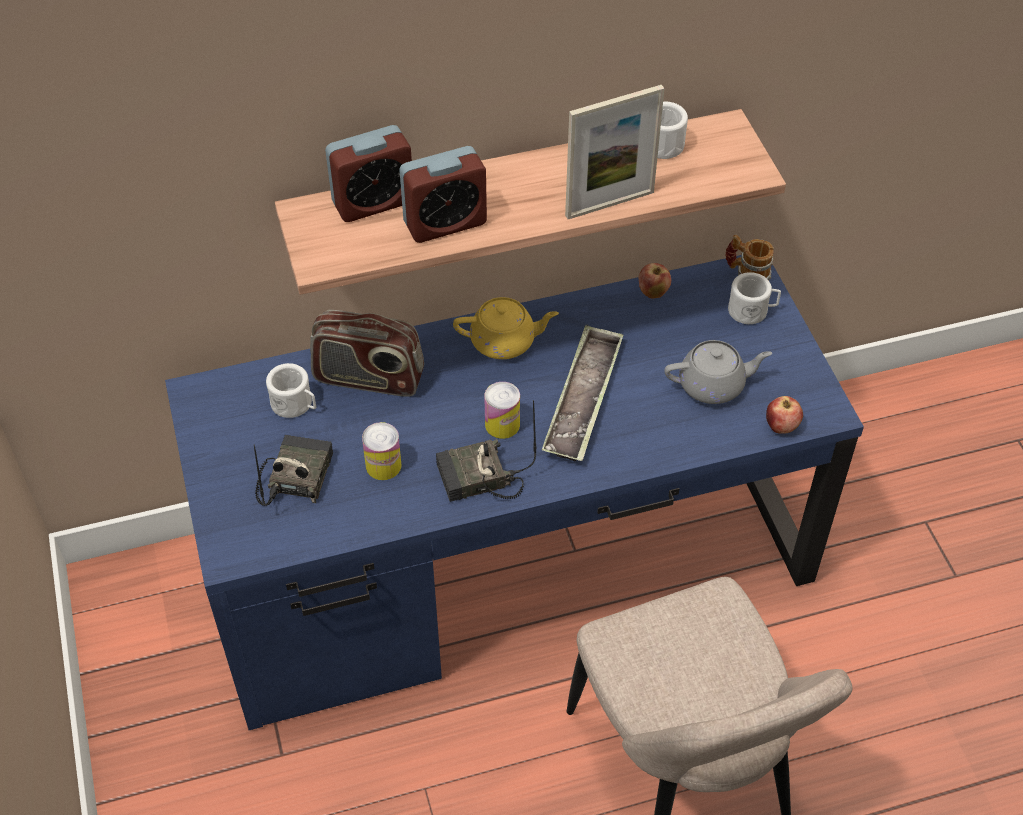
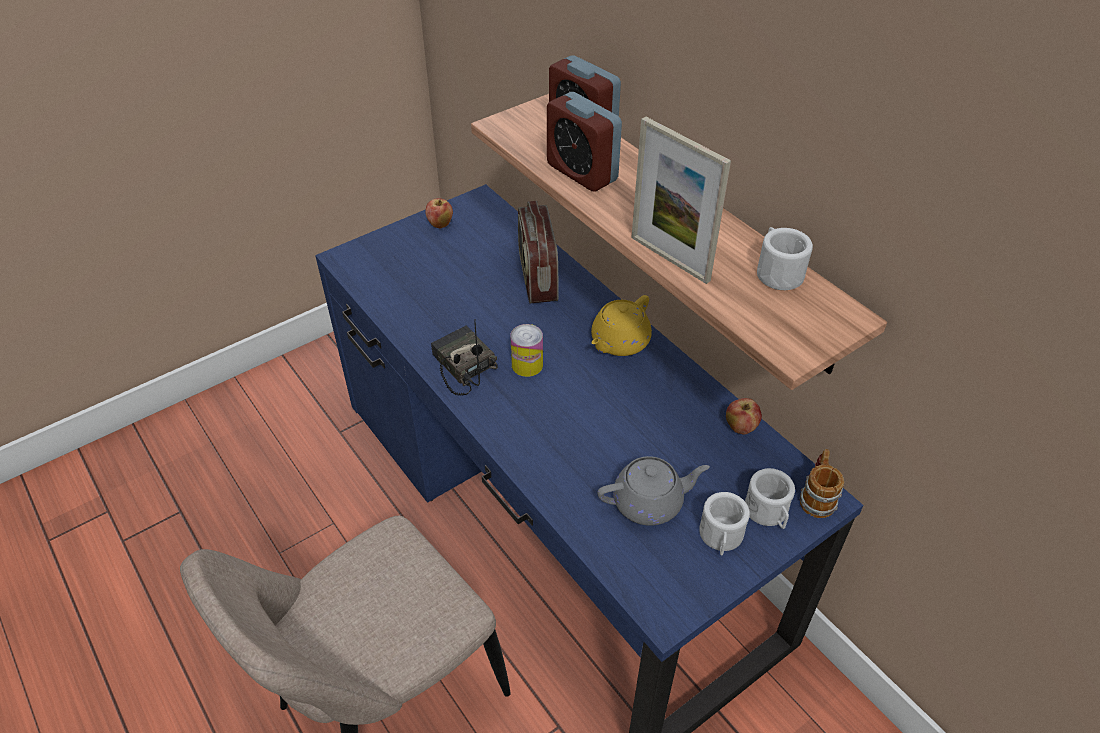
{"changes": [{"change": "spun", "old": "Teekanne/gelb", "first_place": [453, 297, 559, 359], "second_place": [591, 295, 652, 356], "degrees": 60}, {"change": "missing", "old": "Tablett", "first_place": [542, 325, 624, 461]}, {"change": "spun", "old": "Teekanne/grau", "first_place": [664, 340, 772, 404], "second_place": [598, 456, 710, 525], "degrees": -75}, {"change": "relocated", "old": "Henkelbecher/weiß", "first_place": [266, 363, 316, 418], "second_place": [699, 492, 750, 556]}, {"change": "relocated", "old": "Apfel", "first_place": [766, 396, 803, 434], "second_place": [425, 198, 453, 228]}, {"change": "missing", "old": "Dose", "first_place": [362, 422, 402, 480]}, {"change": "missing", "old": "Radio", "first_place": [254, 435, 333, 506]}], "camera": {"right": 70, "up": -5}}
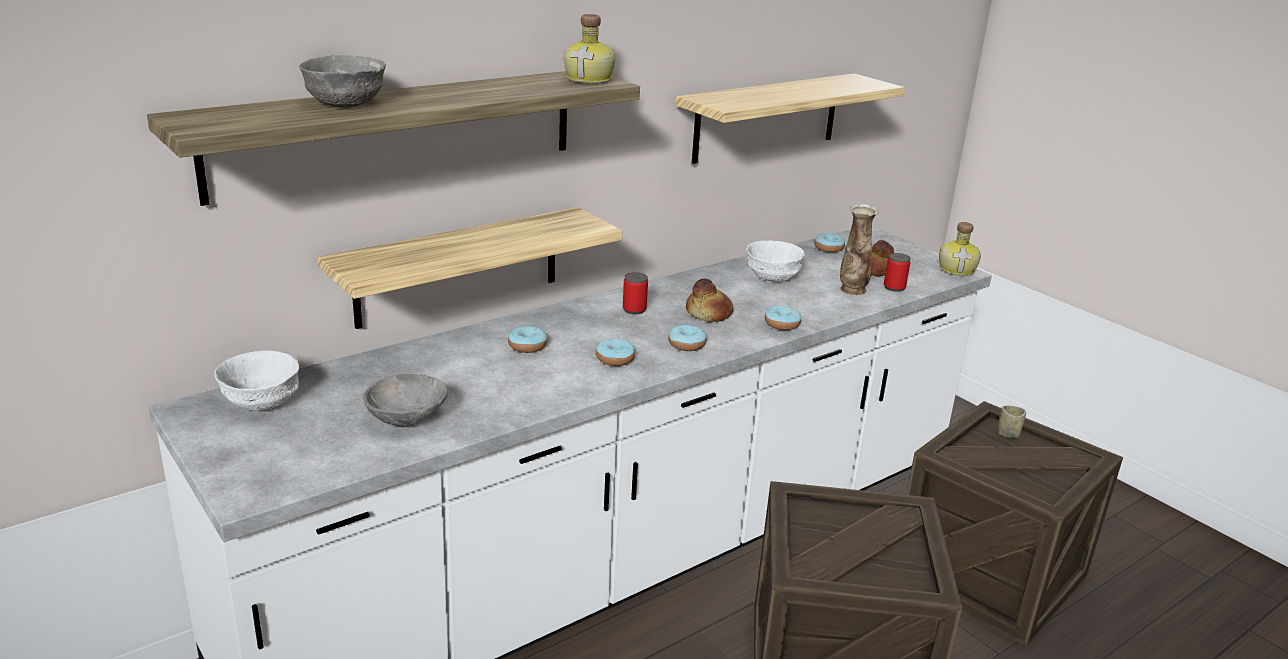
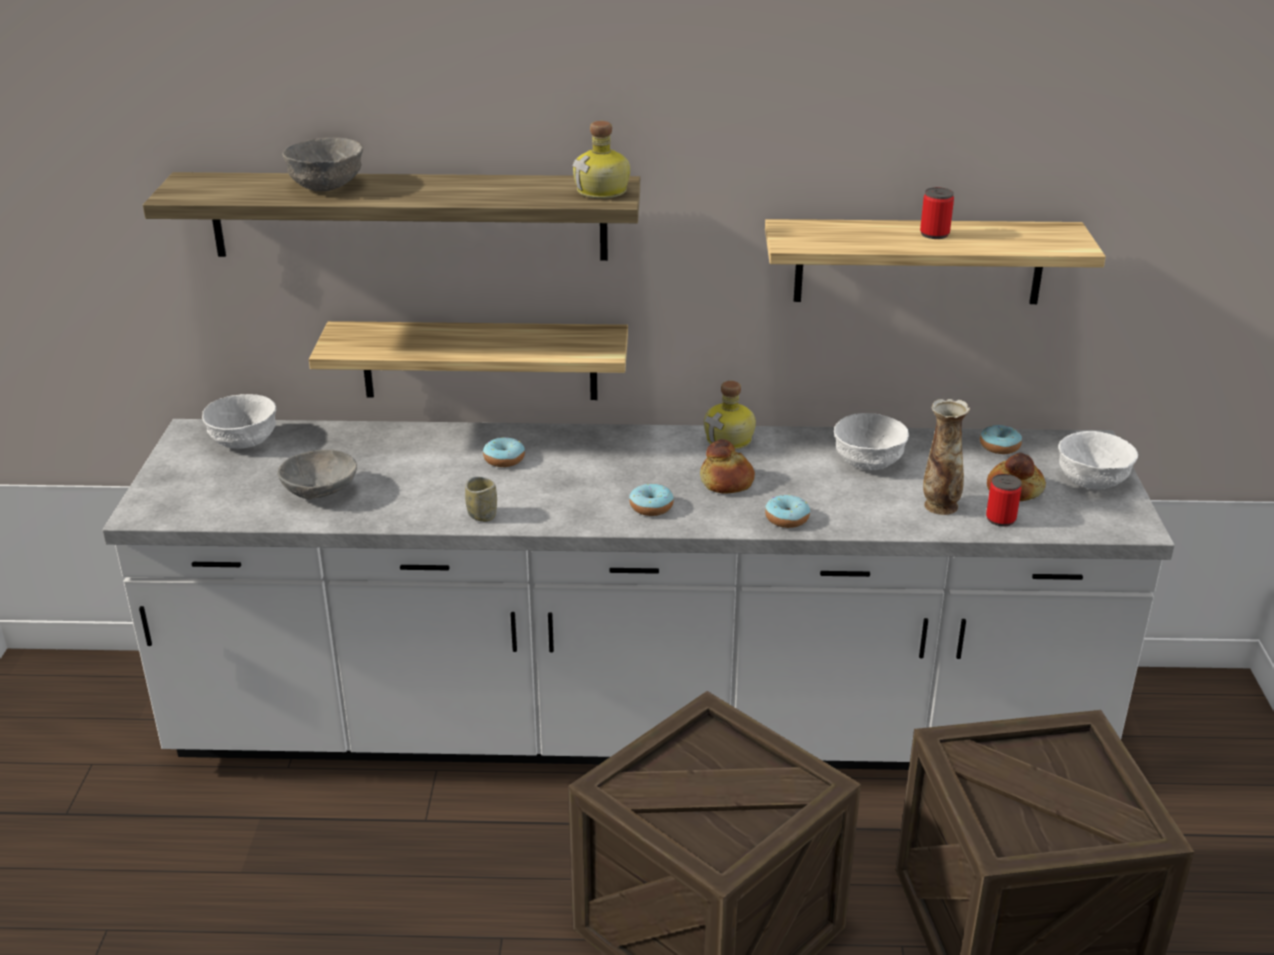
{"changes": [{"change": "relocated", "old": "Flasche", "first_place": [939, 222, 981, 276], "second_place": [704, 381, 756, 450]}, {"change": "relocated", "old": "Dose", "first_place": [623, 272, 648, 314], "second_place": [920, 187, 954, 239]}, {"change": "missing", "old": "Donut", "first_place": [596, 338, 635, 366]}, {"change": "relocated", "old": "Tasse", "first_place": [997, 406, 1026, 438], "second_place": [465, 476, 497, 522]}, {"change": "appeared", "new": "Schüssel/weiß", "second_place": [1058, 431, 1138, 490]}], "camera": {"right": 40, "up": 5}}
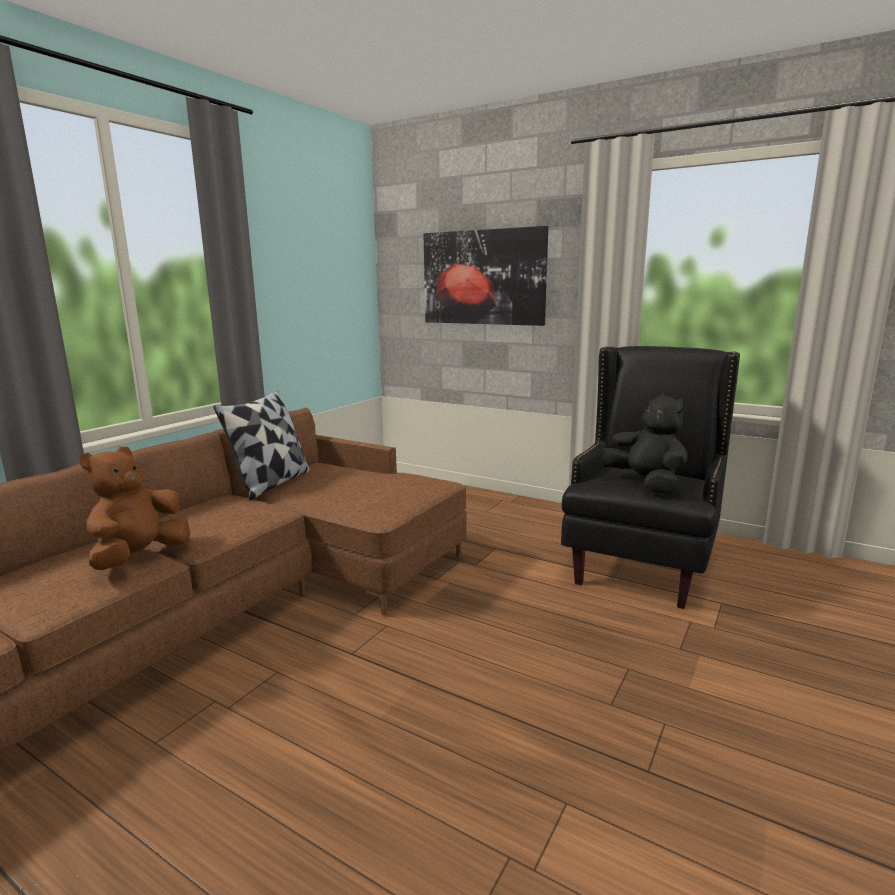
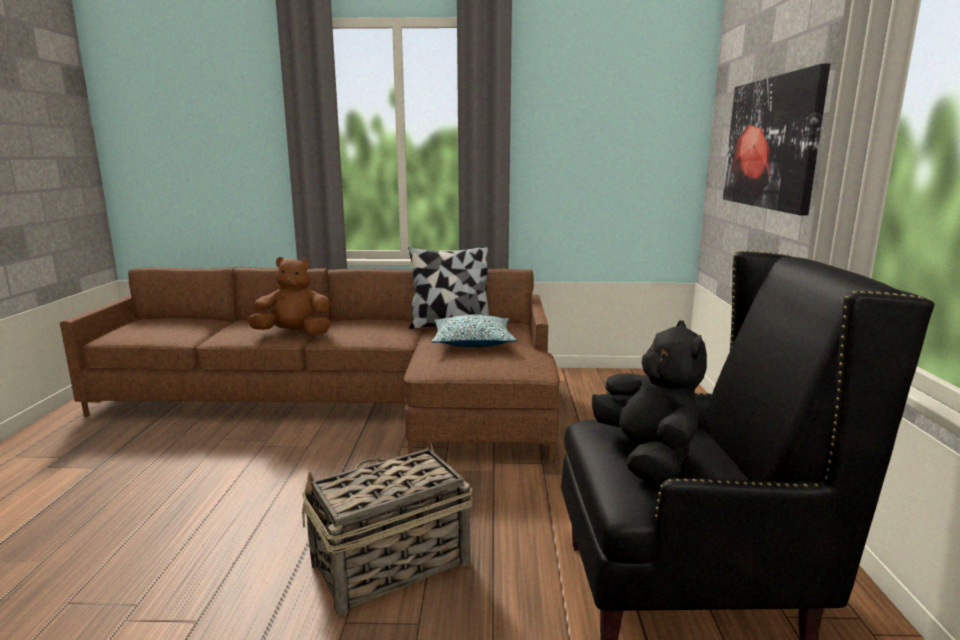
{"changes": [{"change": "spun", "old": "Plüschtier/schwarz", "first_place": [603, 392, 688, 494], "second_place": [592, 320, 707, 484], "degrees": -45}, {"change": "appeared", "new": "Kissen", "second_place": [432, 315, 517, 347]}, {"change": "appeared", "new": "Korb", "second_place": [302, 440, 473, 615]}], "camera": {"right": 60, "up": 0}}
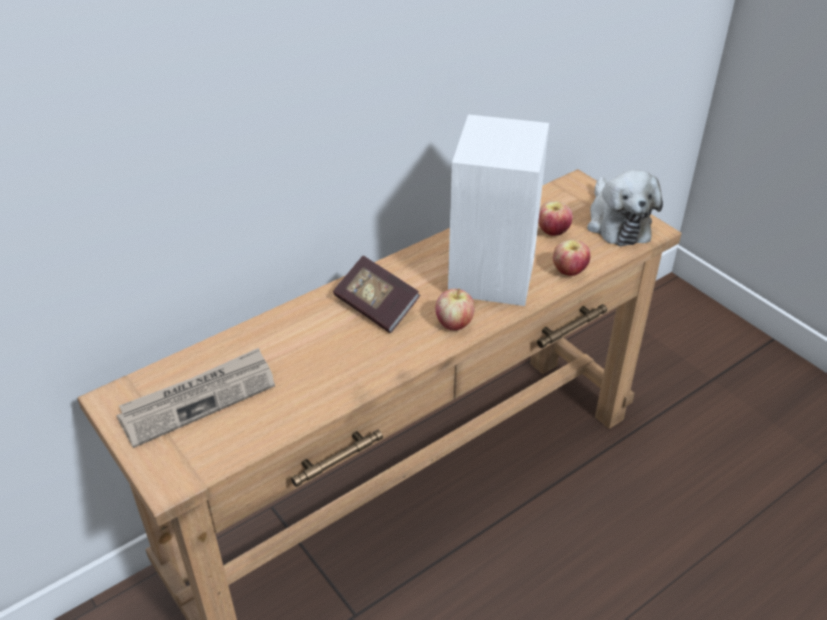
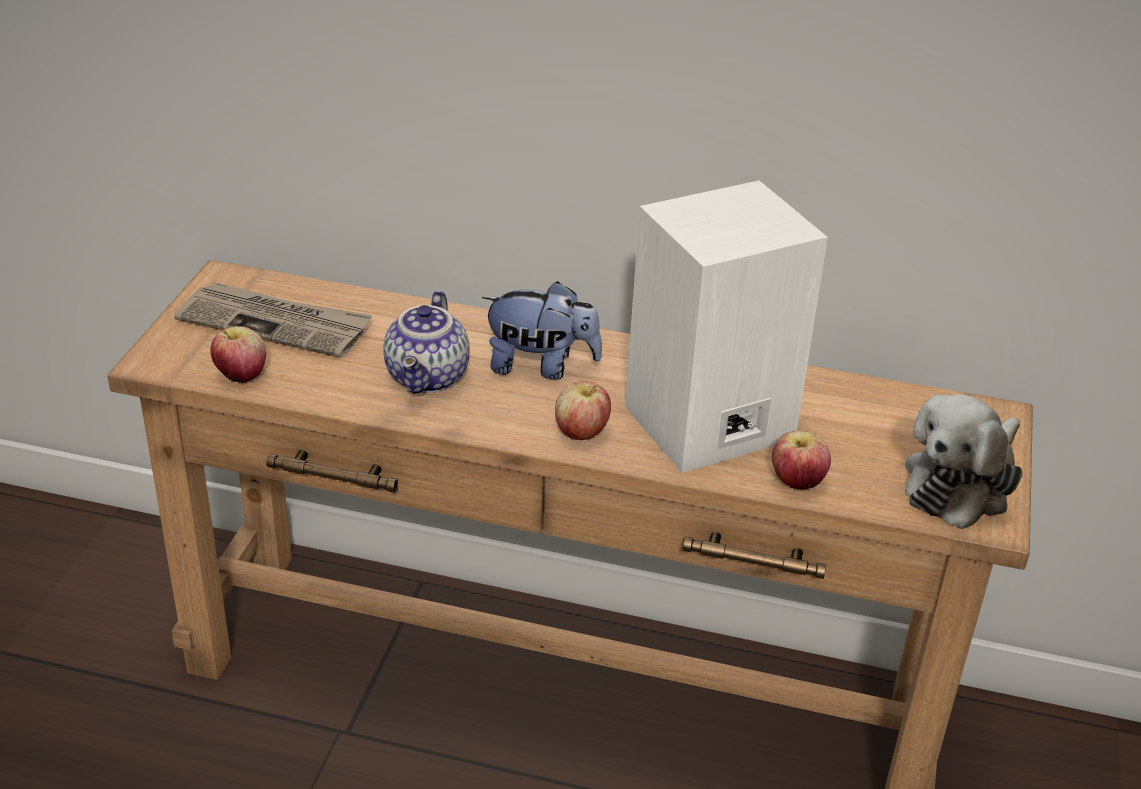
{"changes": [{"change": "relocated", "old": "Apfel", "first_place": [538, 201, 572, 236], "second_place": [210, 326, 266, 383]}, {"change": "exchanged", "old": "Buch", "new": "Plüschtier", "first_place": [333, 256, 420, 333], "second_place": [482, 281, 602, 379]}, {"change": "appeared", "new": "Teekanne", "second_place": [383, 290, 470, 394]}], "camera": {"right": 50, "up": -5}}
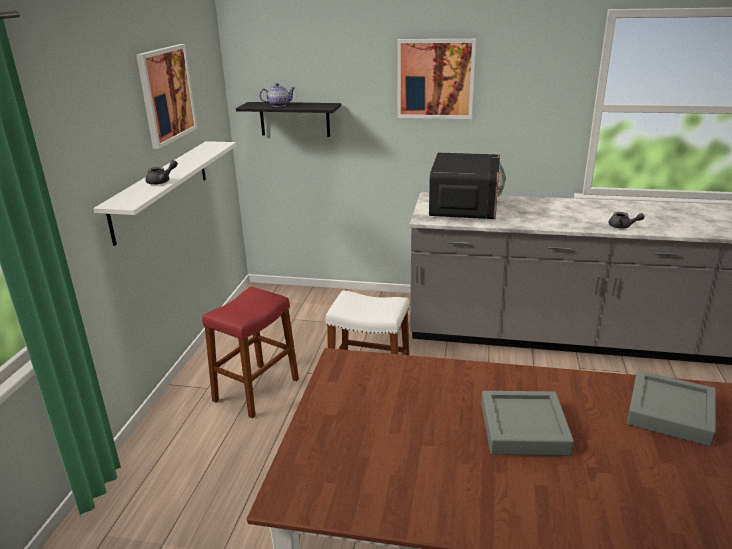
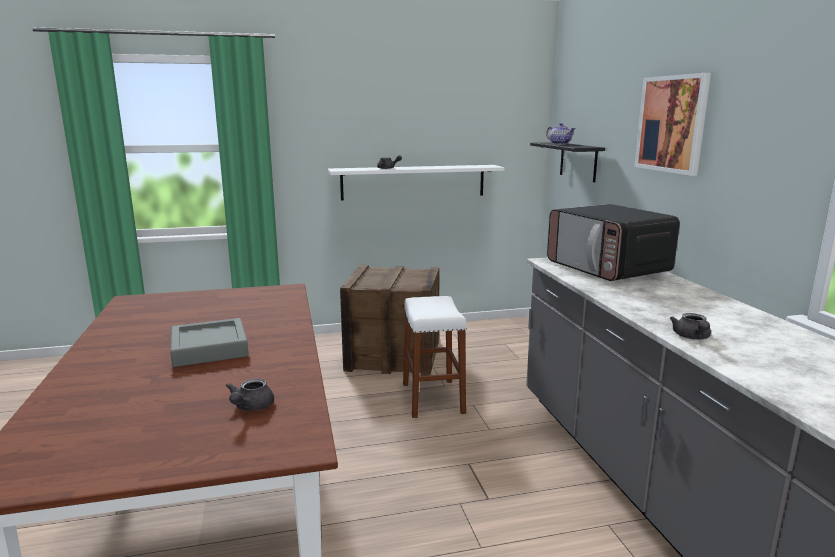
{"changes": [{"change": "missing", "old": "Bild", "first_place": [136, 44, 197, 149]}, {"change": "spun", "old": "Mikrowelle", "first_place": [429, 153, 505, 219], "second_place": [547, 204, 680, 281], "degrees": 75}, {"change": "exchanged", "old": "Hocker/rot", "new": "Kiste", "first_place": [202, 287, 299, 419], "second_place": [340, 265, 440, 376]}, {"change": "exchanged", "old": "Tablett/grau", "new": "Teekanne/grau", "first_place": [627, 370, 716, 447], "second_place": [226, 378, 274, 411]}], "camera": {"right": 65, "up": -10}}
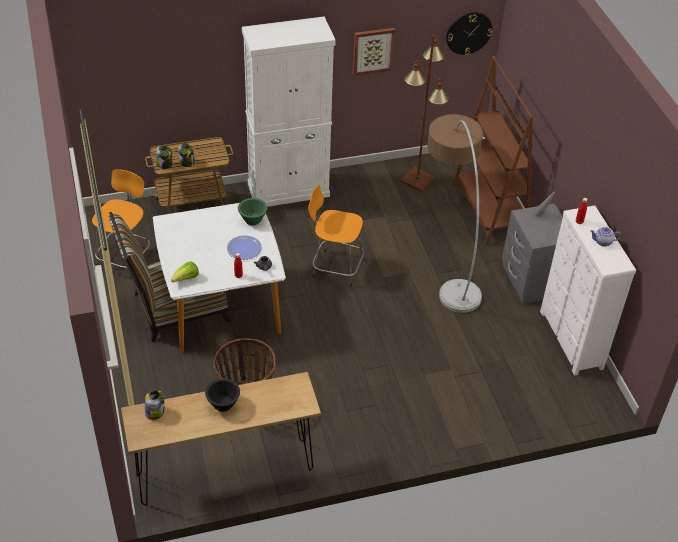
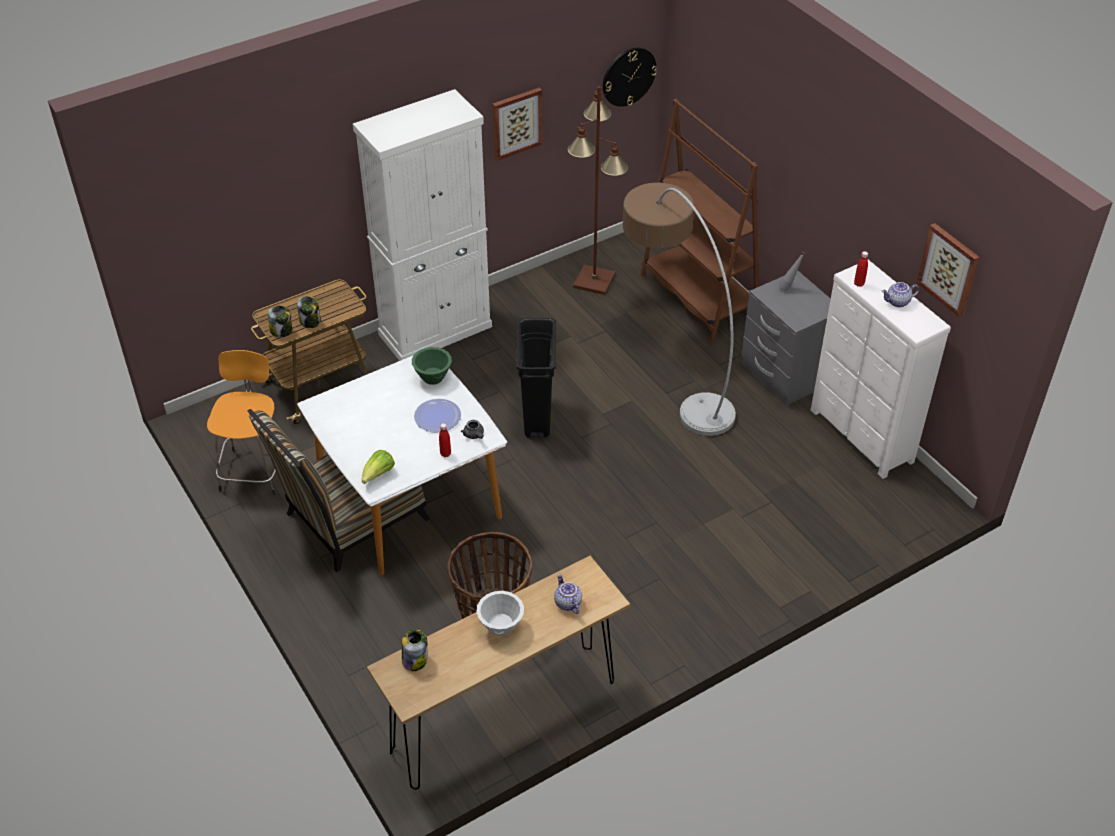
{"changes": [{"change": "exchanged", "old": "Hocker/orange", "new": "Mülleimer/schwarz", "first_place": [308, 185, 364, 287], "second_place": [516, 318, 556, 437]}, {"change": "colour", "old": "Schüssel/schwarz", "new": "Schüssel/weiß", "first_place": [205, 378, 240, 412], "second_place": [476, 591, 524, 636]}, {"change": "appeared", "new": "Bild", "second_place": [917, 223, 980, 317]}, {"change": "appeared", "new": "Teekanne", "second_place": [554, 574, 582, 614]}], "camera": {"right": -15, "up": 0}}
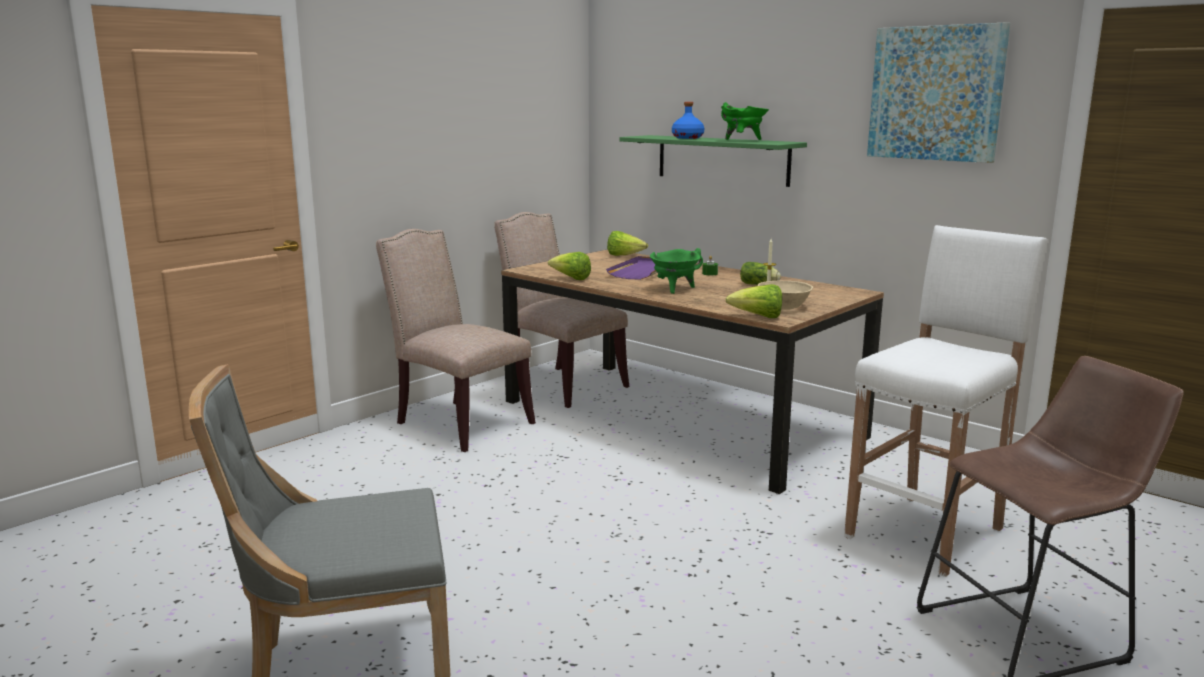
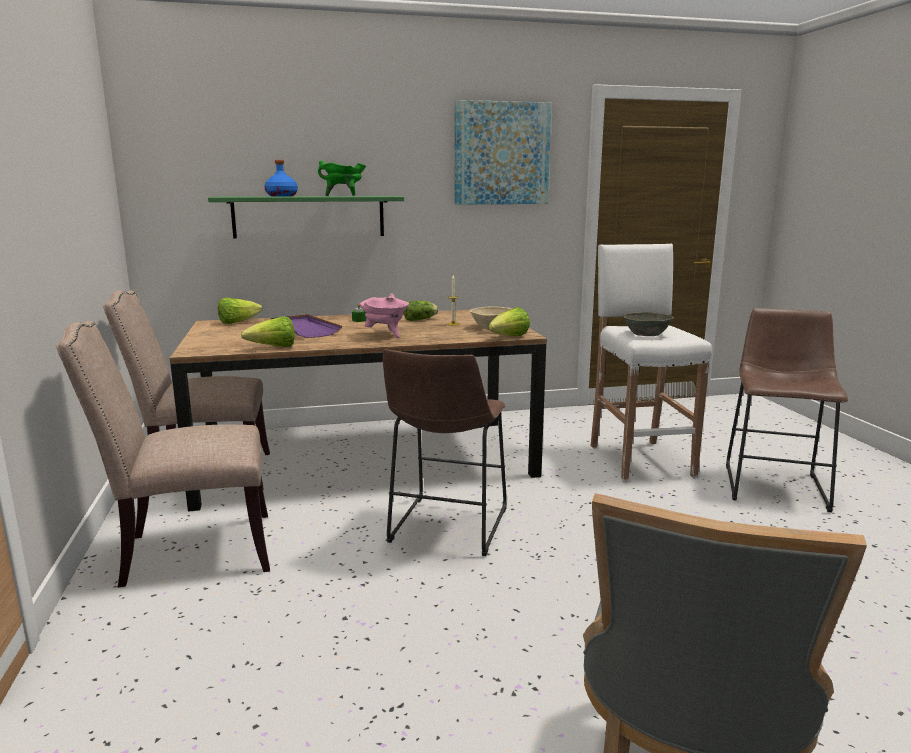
{"changes": [{"change": "colour", "old": "Kochtopf/grün", "new": "Kochtopf/rosa", "first_place": [650, 248, 703, 294], "second_place": [360, 294, 409, 338]}, {"change": "appeared", "new": "Schüssel/grau", "second_place": [623, 312, 674, 336]}, {"change": "appeared", "new": "Hocker/braun", "second_place": [383, 349, 507, 556]}], "camera": {"right": -55, "up": 0}}
